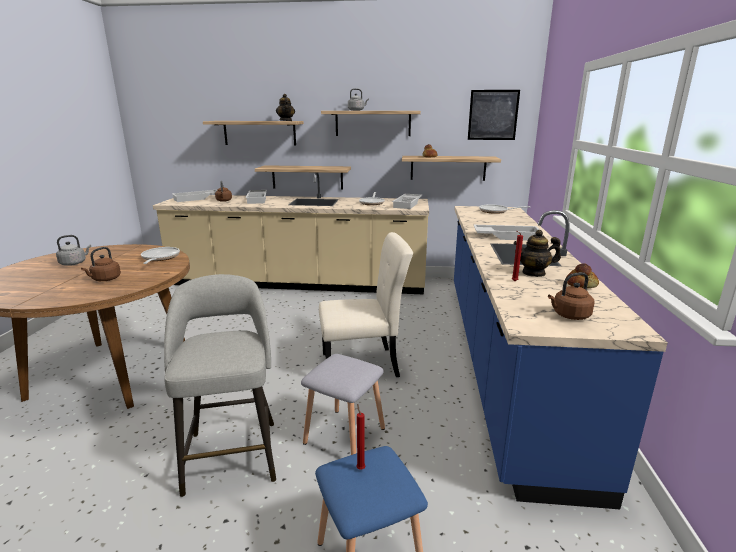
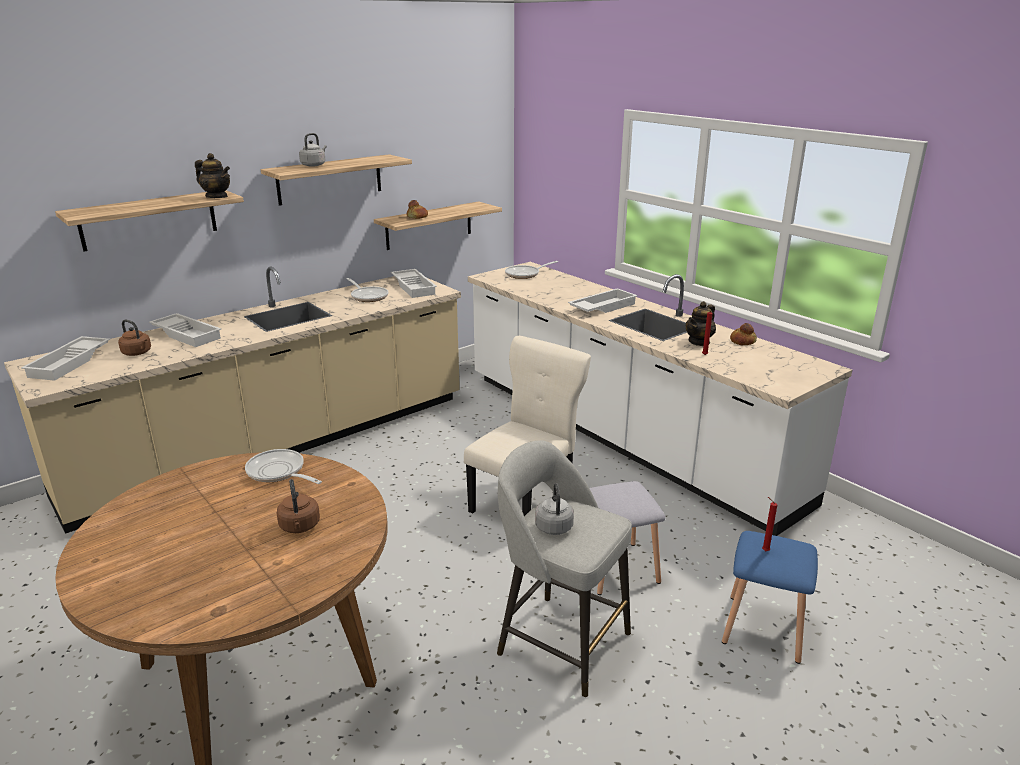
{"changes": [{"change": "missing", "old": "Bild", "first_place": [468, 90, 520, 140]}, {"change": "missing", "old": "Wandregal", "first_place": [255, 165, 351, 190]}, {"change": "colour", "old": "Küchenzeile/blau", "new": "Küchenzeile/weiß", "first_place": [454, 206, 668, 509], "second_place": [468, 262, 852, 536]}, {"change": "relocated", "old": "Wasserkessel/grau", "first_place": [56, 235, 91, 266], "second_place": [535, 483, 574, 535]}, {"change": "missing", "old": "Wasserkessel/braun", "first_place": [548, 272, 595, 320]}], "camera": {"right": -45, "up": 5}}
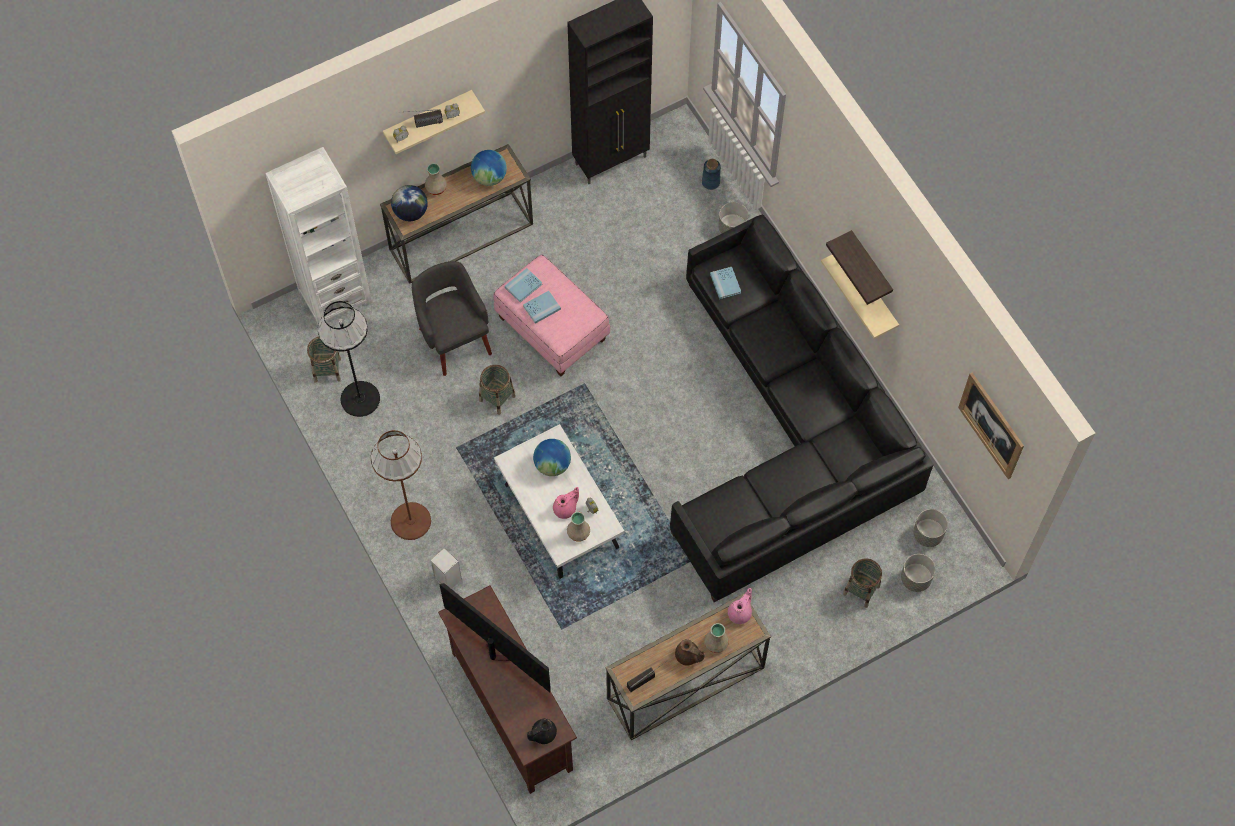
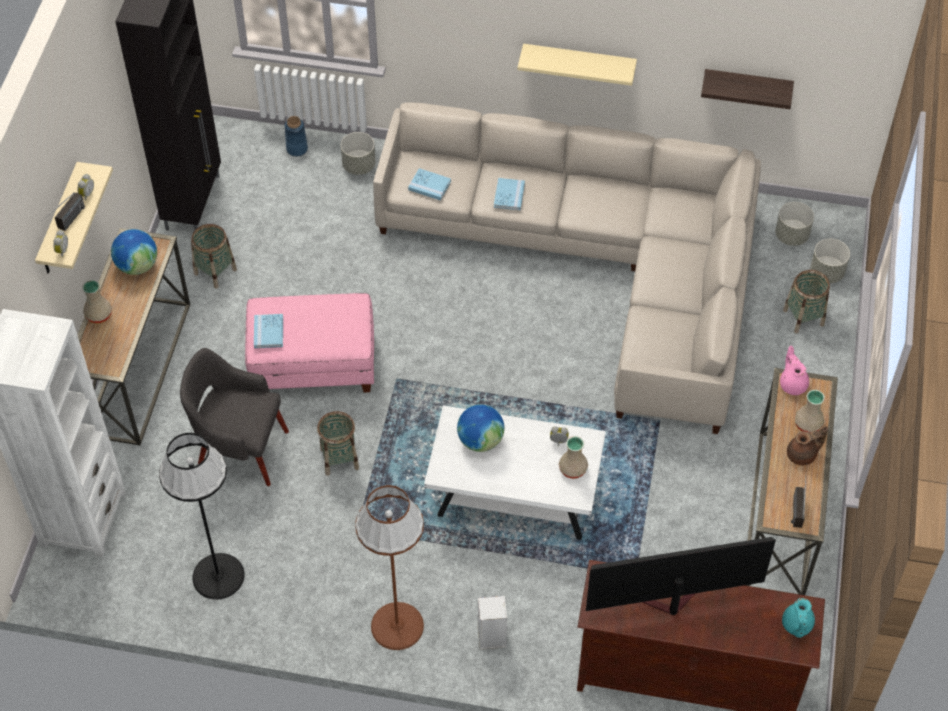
{"changes": [{"change": "missing", "old": "Globus", "first_place": [391, 185, 428, 221]}, {"change": "colour", "old": "Sofa/schwarz", "new": "Sofa/beige", "first_place": [670, 214, 933, 602], "second_place": [373, 102, 761, 434]}, {"change": "relocated", "old": "Wandregal", "first_place": [826, 230, 893, 305], "second_place": [701, 69, 794, 109]}, {"change": "relocated", "old": "Buch/blau", "first_place": [523, 291, 561, 324], "second_place": [494, 178, 525, 210]}, {"change": "relocated", "old": "Korb", "first_place": [307, 337, 341, 383], "second_place": [191, 224, 237, 289]}, {"change": "missing", "old": "Bild", "first_place": [958, 373, 1024, 479]}, {"change": "missing", "old": "Teekanne/rosa", "first_place": [553, 487, 579, 519]}, {"change": "colour", "old": "Teekanne/schwarz", "new": "Teekanne/türkis", "first_place": [527, 718, 557, 744], "second_place": [782, 598, 815, 638]}], "camera": {"right": -50, "up": -10}}
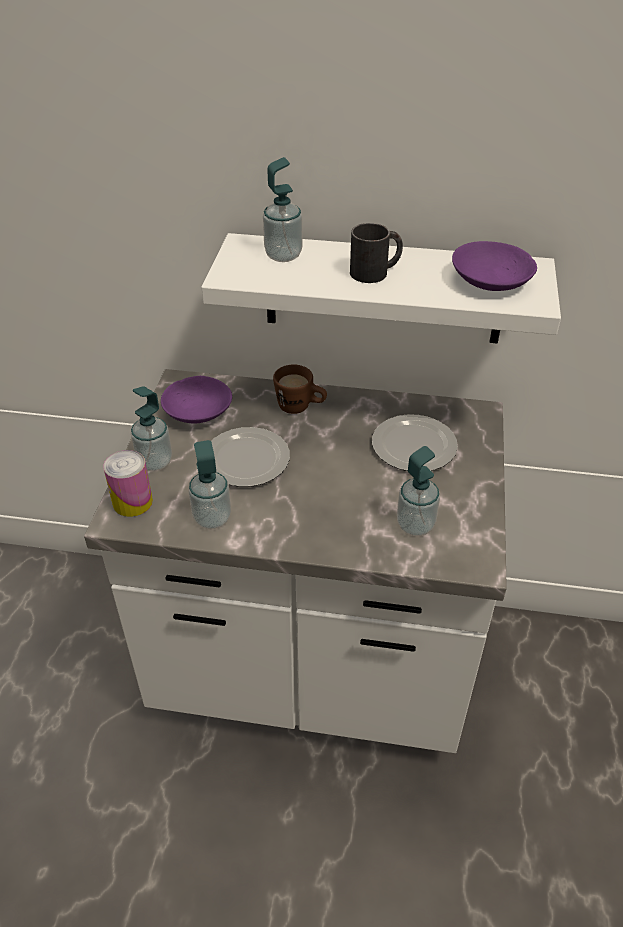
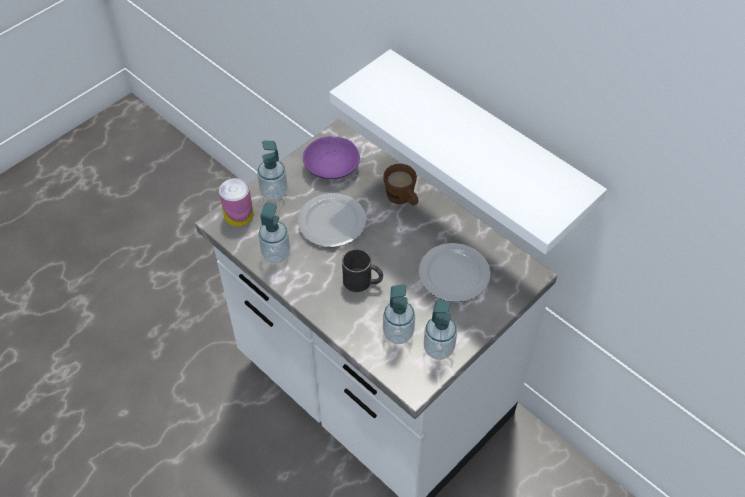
{"changes": [{"change": "relocated", "old": "Seifenspender", "first_place": [263, 157, 303, 262], "second_place": [424, 300, 457, 360]}, {"change": "relocated", "old": "Henkelbecher/schwarz", "first_place": [350, 223, 403, 283], "second_place": [342, 249, 383, 292]}, {"change": "missing", "old": "Schüssel/lila", "first_place": [452, 241, 537, 291]}], "camera": {"right": 35, "up": 10}}
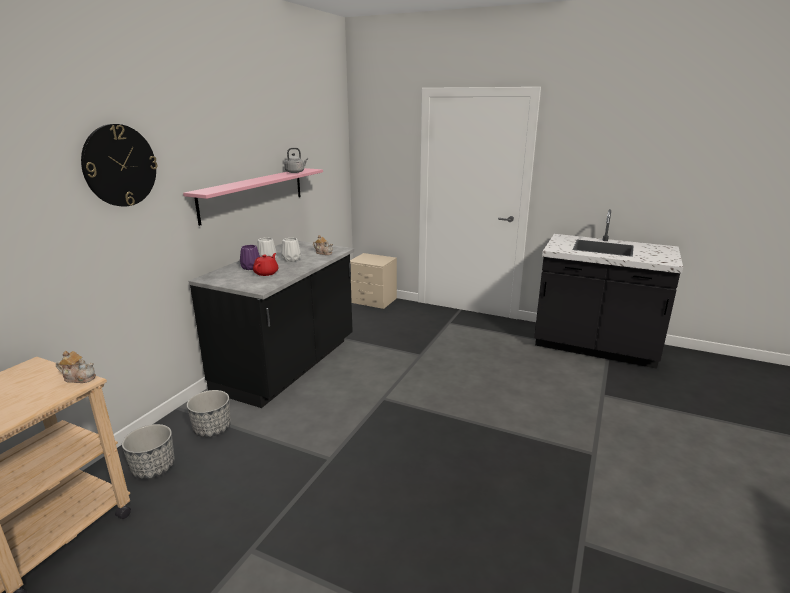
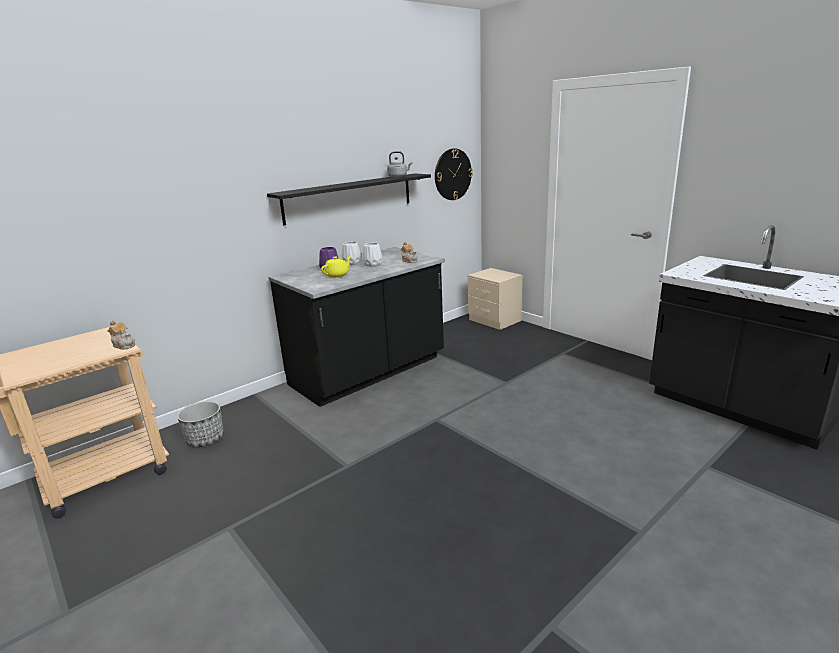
{"changes": [{"change": "relocated", "old": "Wanduhr", "first_place": [81, 124, 158, 207], "second_place": [435, 149, 473, 200]}, {"change": "colour", "old": "Wandregal/rosa", "new": "Wandregal/schwarz", "first_place": [183, 168, 323, 226], "second_place": [267, 173, 431, 226]}, {"change": "colour", "old": "Teekanne/rot", "new": "Teekanne/gelb", "first_place": [253, 253, 279, 276], "second_place": [321, 256, 351, 278]}, {"change": "missing", "old": "Pflanzkübel", "first_place": [187, 390, 231, 437]}], "camera": {"right": 25, "up": 0}}
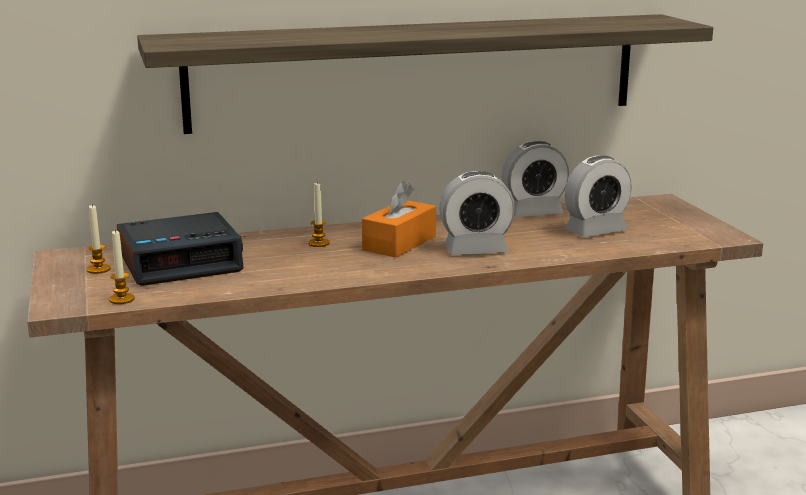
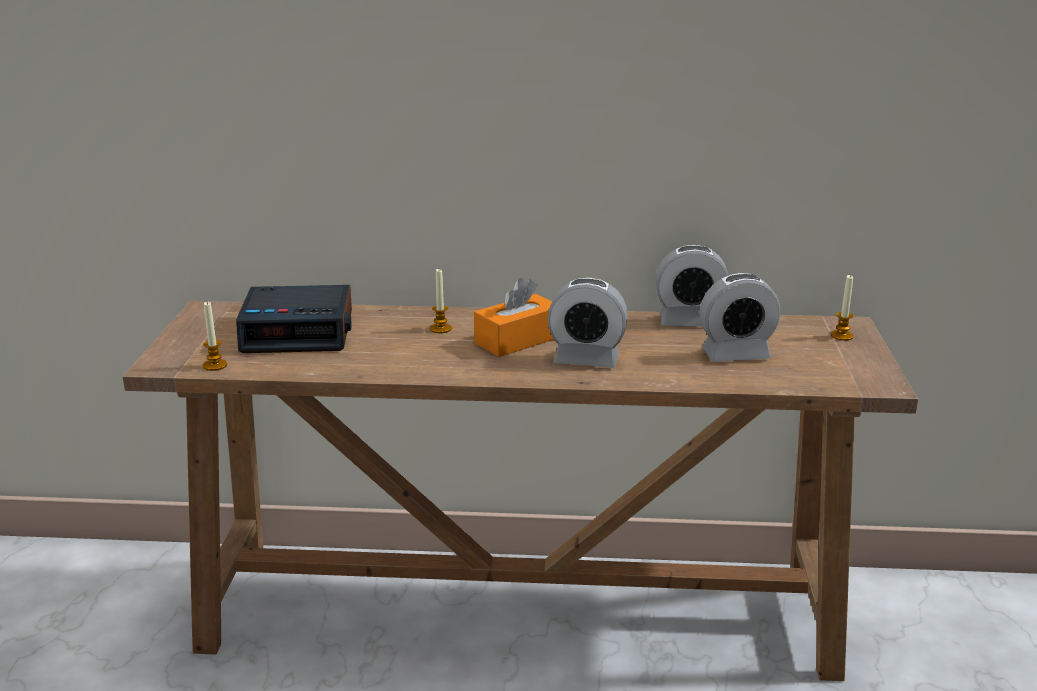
{"changes": [{"change": "missing", "old": "Wandregal", "first_place": [137, 14, 713, 134]}, {"change": "relocated", "old": "Kerze", "first_place": [87, 205, 111, 274], "second_place": [831, 274, 854, 341]}], "camera": {"right": 20, "up": 5}}
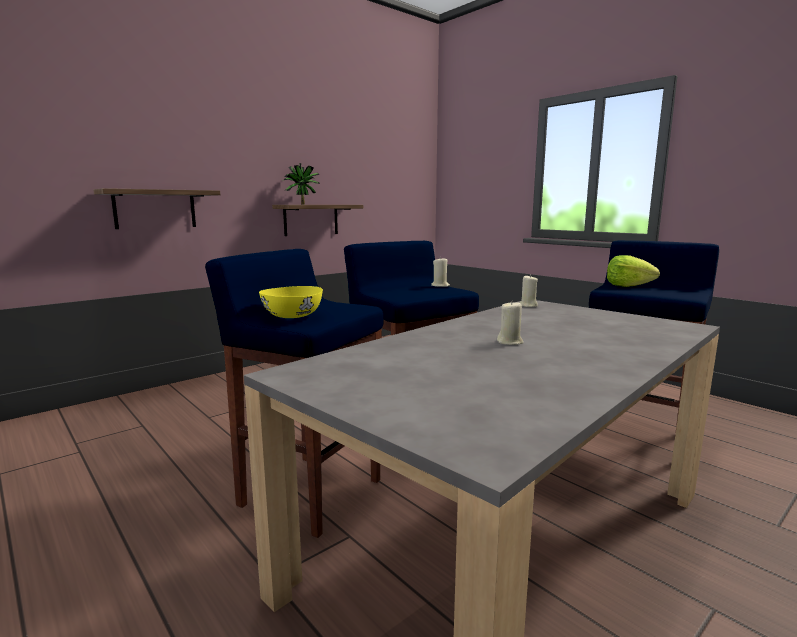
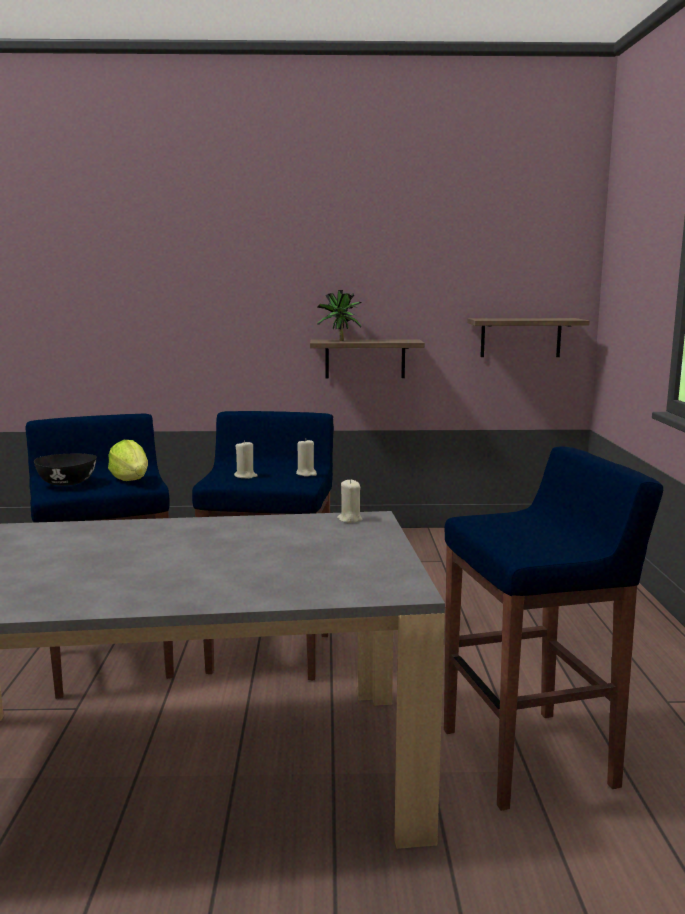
{"changes": [{"change": "relocated", "old": "Wandregal", "first_place": [93, 188, 220, 229], "second_place": [467, 318, 590, 357]}, {"change": "relocated", "old": "Salatkopf", "first_place": [607, 255, 660, 287], "second_place": [108, 440, 148, 481]}, {"change": "colour", "old": "Schüssel/gelb", "new": "Schüssel/schwarz", "first_place": [259, 286, 323, 318], "second_place": [34, 454, 97, 486]}, {"change": "relocated", "old": "Kerze/beige", "first_place": [497, 300, 524, 345], "second_place": [234, 440, 258, 479]}], "camera": {"right": 40, "up": 0}}
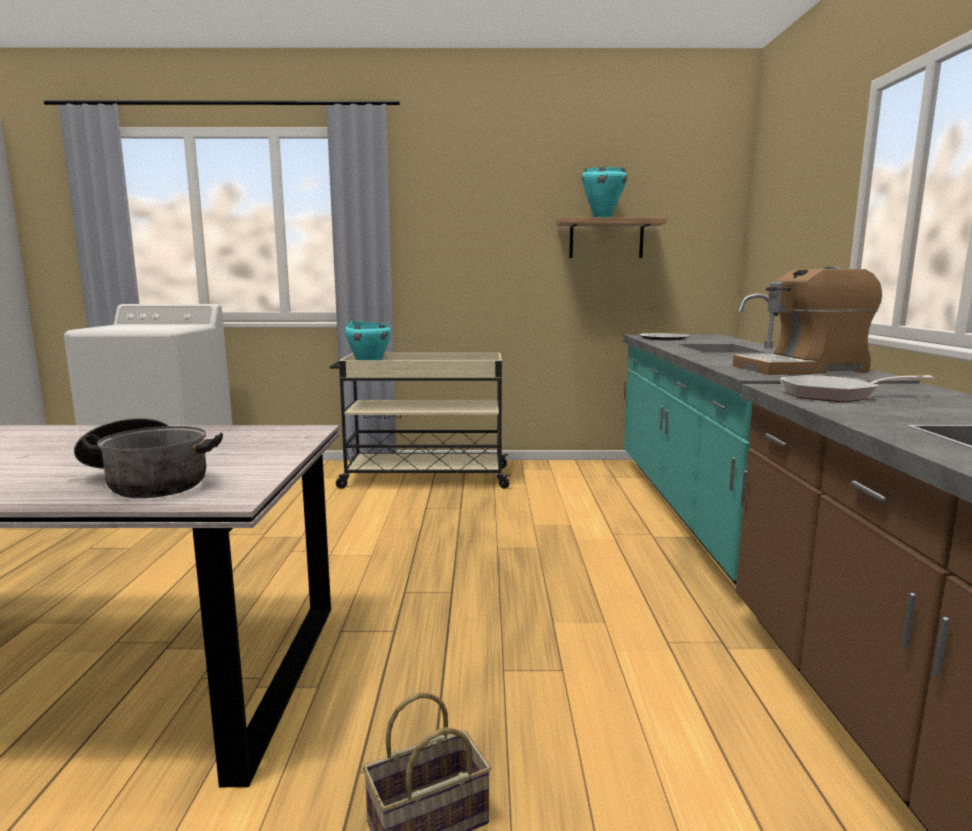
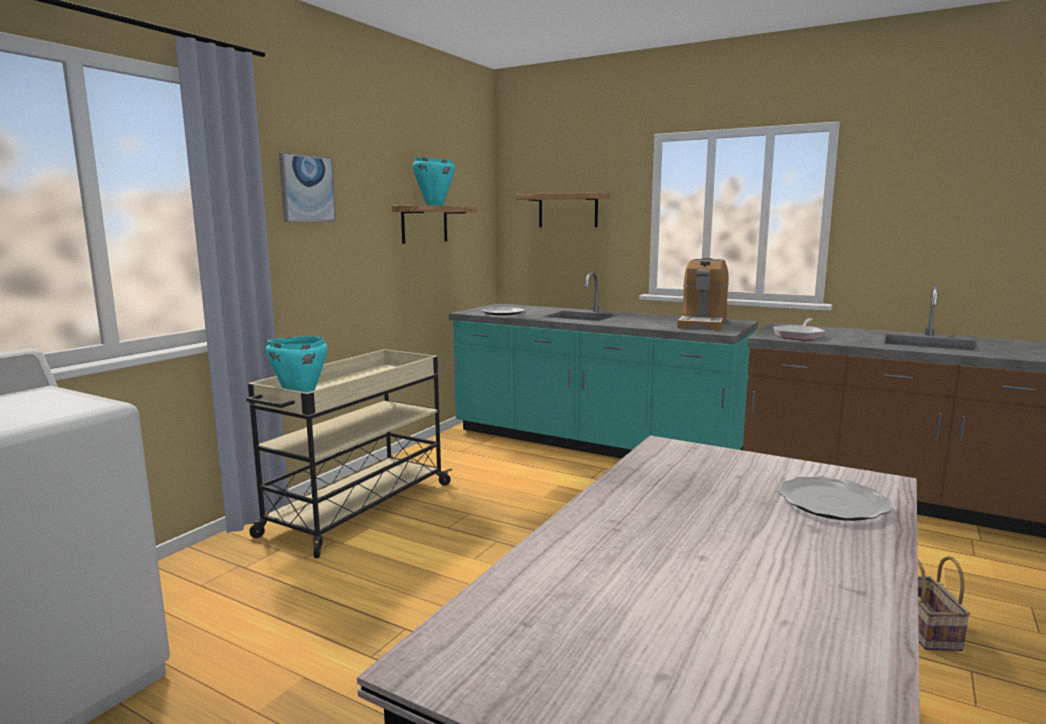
{"changes": [{"change": "exchanged", "old": "Kochtopf", "new": "Teller", "first_place": [74, 418, 223, 498], "second_place": [778, 476, 891, 521]}, {"change": "appeared", "new": "Bild", "second_place": [279, 153, 336, 222]}, {"change": "appeared", "new": "Wandregal", "second_place": [515, 192, 610, 227]}], "camera": {"right": -60, "up": 0}}
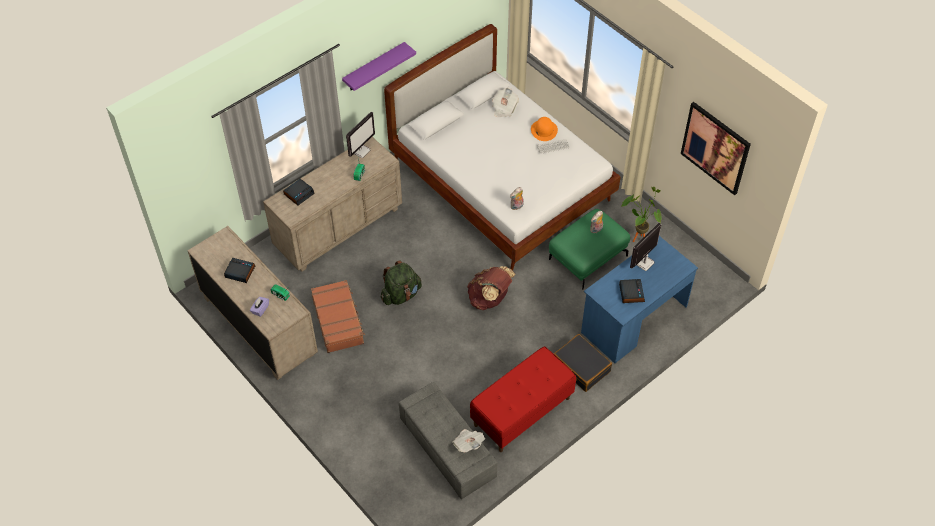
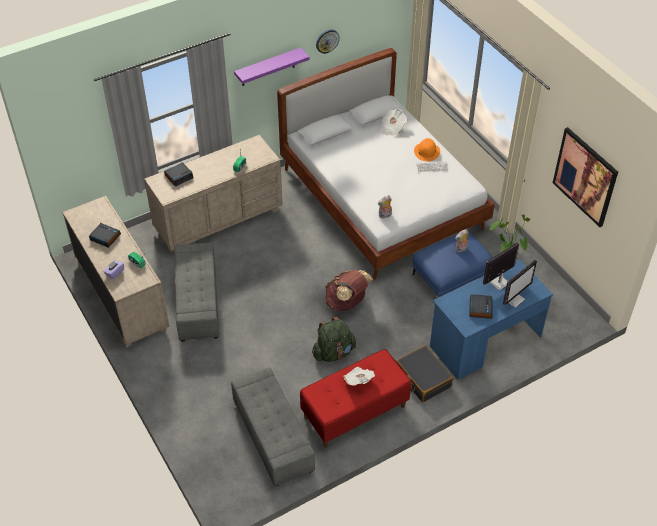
{"changes": [{"change": "relocated", "old": "Monitor", "first_place": [346, 112, 375, 158], "second_place": [503, 260, 537, 307]}, {"change": "colour", "old": "Polsterhocker/grün", "new": "Polsterhocker/blau", "first_place": [549, 209, 630, 289], "second_place": [413, 232, 493, 297]}, {"change": "relocated", "old": "Rucksack/grün", "first_place": [381, 260, 422, 305], "second_place": [312, 317, 356, 362]}, {"change": "exchanged", "old": "Koffer/braun", "new": "Polsterhocker/grau", "first_place": [311, 280, 365, 353], "second_place": [174, 243, 219, 342]}, {"change": "relocated", "old": "Zeitung", "first_place": [453, 429, 485, 452], "second_place": [344, 367, 375, 385]}, {"change": "appeared", "new": "Wanduhr", "second_place": [316, 30, 340, 54]}], "camera": {"right": 10, "up": -5}}
